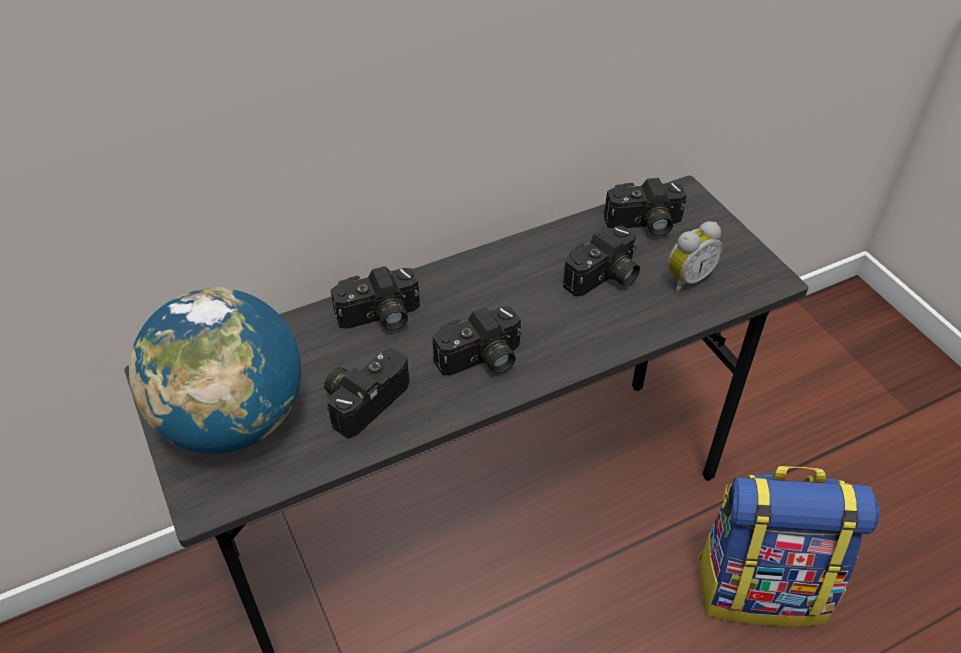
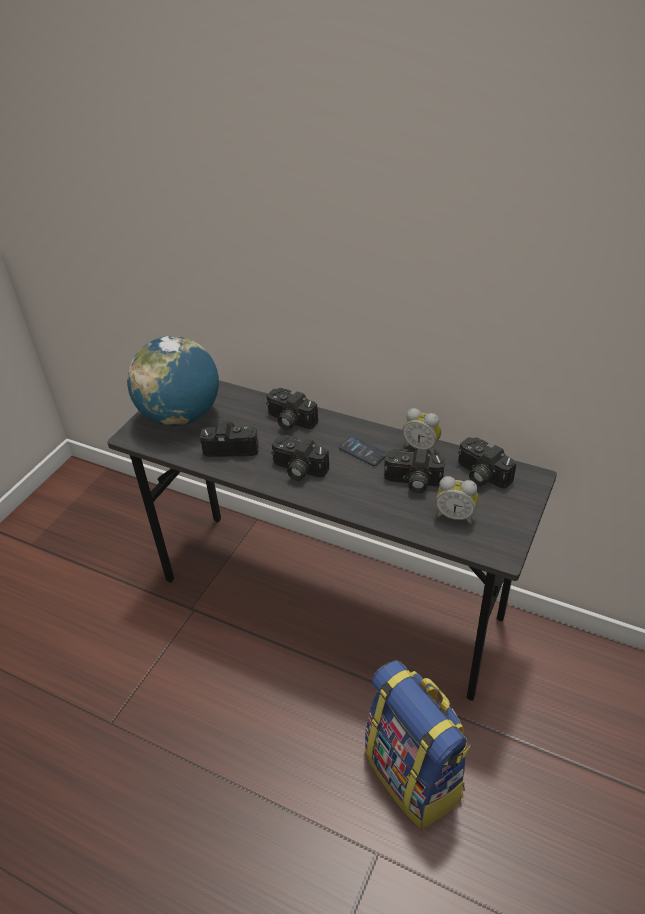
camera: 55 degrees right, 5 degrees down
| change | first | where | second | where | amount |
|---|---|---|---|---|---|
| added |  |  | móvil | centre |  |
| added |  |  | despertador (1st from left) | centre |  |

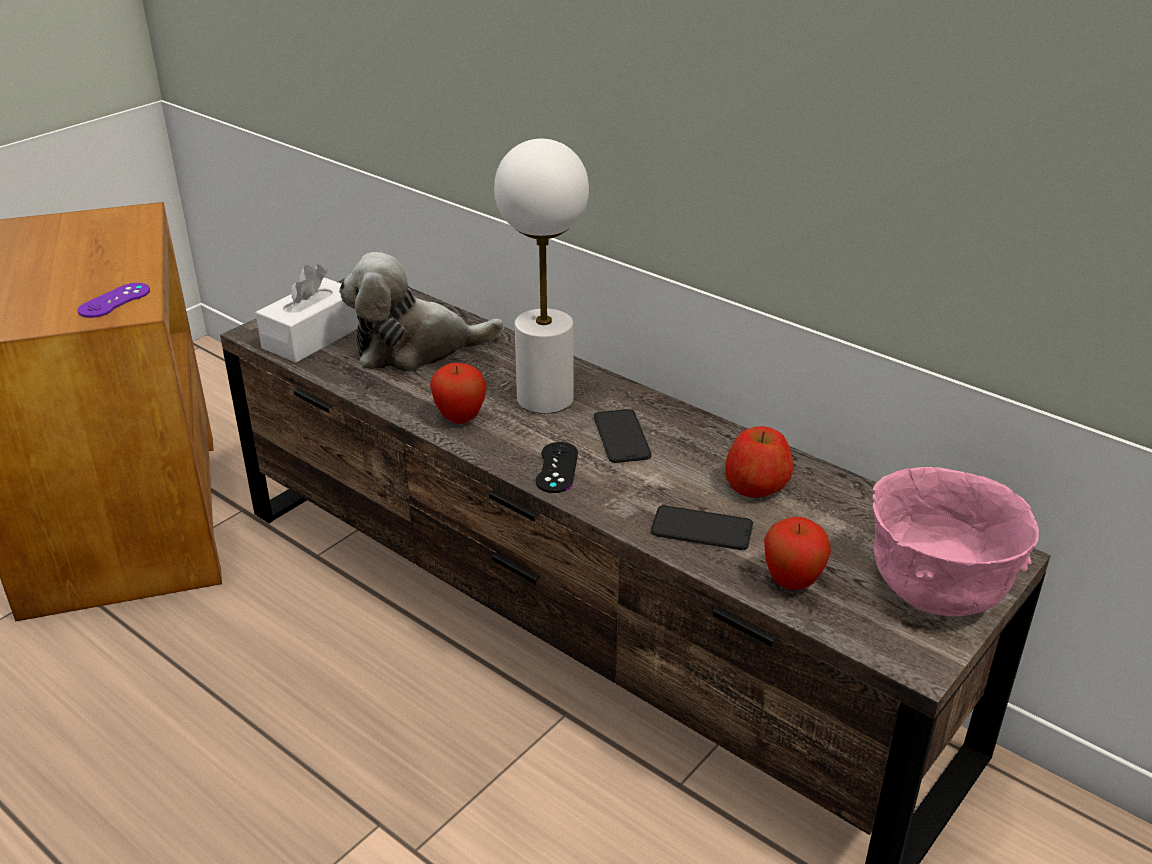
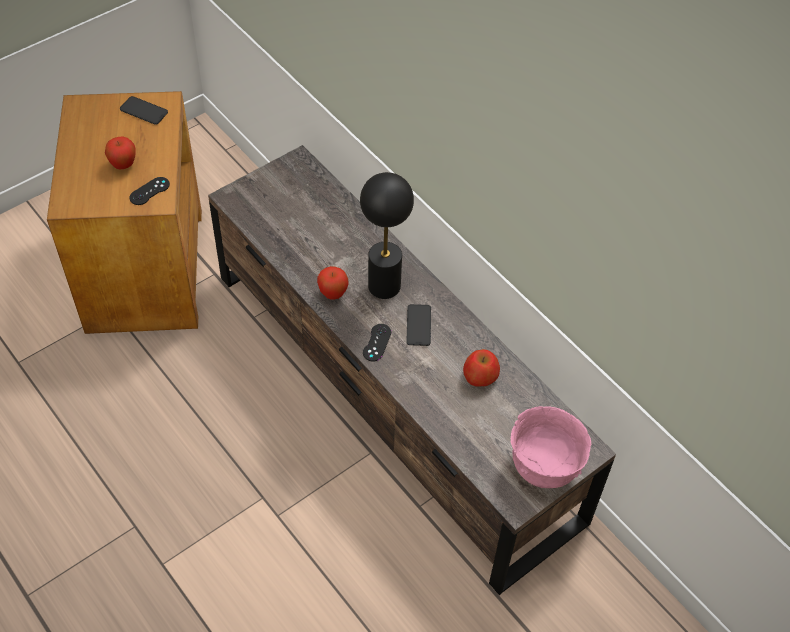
camera: 10 degrees right, 20 degrees up
| change | first | where | second | where | amount |
|---|---|---|---|---|---|
| recoloured | mando de consola (morado) | middle left | mando de consola (negro) (1st from left) | top left |  |
| removed | caja de pañuelos (blanco) | middle left |  |  |  |
| removed | peluche | centre |  |  |  |
| recoloured | lámpara de mesa (blanco) | top centre | lámpara de mesa (negro) | centre |  |
| moved | móvil (2nd from left in the first image) | centre | móvil (1st from left) | top left |  |
| moved | manzana (3rd from left in the first image) | middle right | manzana (1st from left) | top left |  |

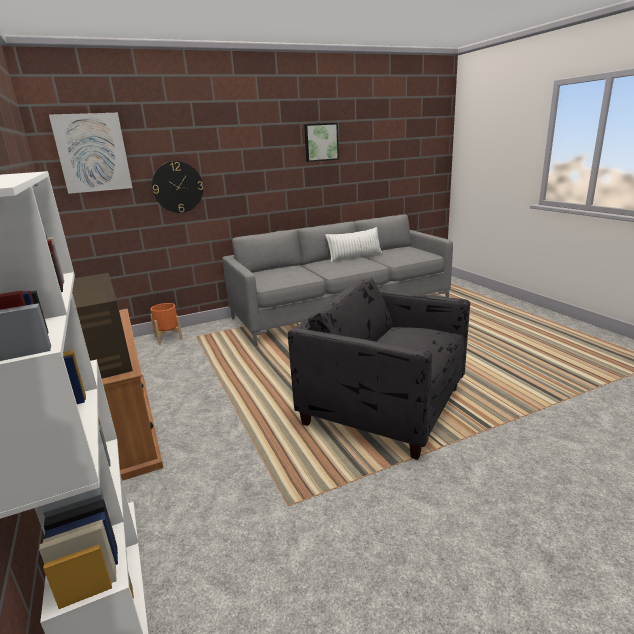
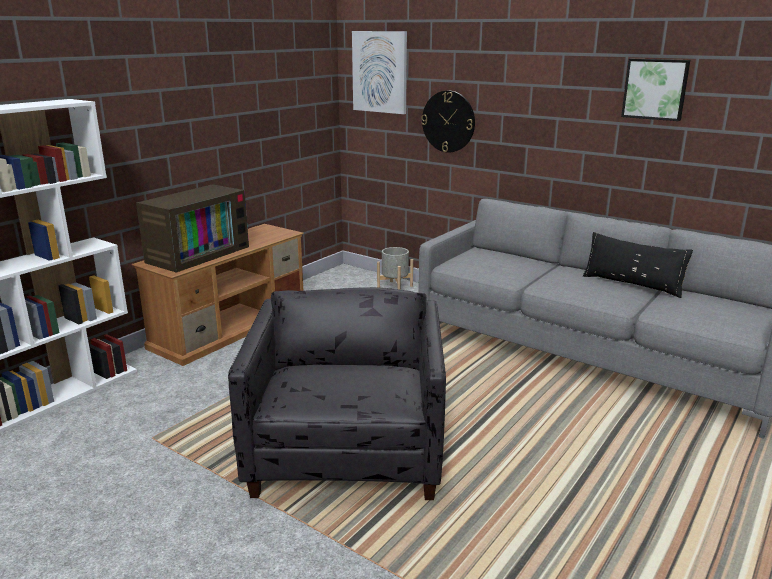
camera: 60 degrees right, 0 degrees up
| change | first | where | second | where | amount |
|---|---|---|---|---|---|
| recoloured | maceta (naranja) | middle left | maceta (gris) | centre |  |
| recoloured | cojín (blanco) | centre | cojín (negro) | middle right |  |

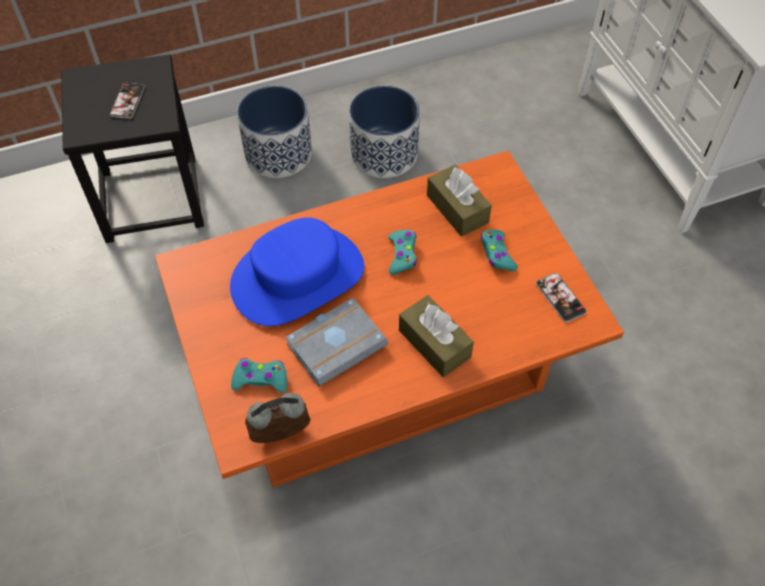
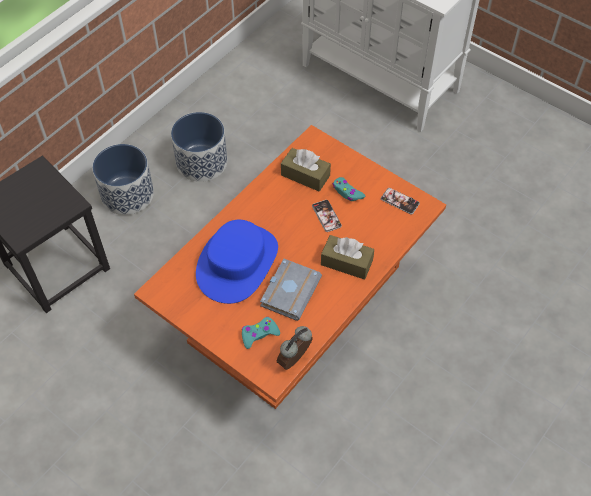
camera: 30 degrees left, 0 degrees up
| change | first | where | second | where | amount |
|---|---|---|---|---|---|
| moved | móvil (1st from left) | top left |  | centre |  |
| removed | mando de consola (turquesa) (2nd from left) | centre |  |  |  |

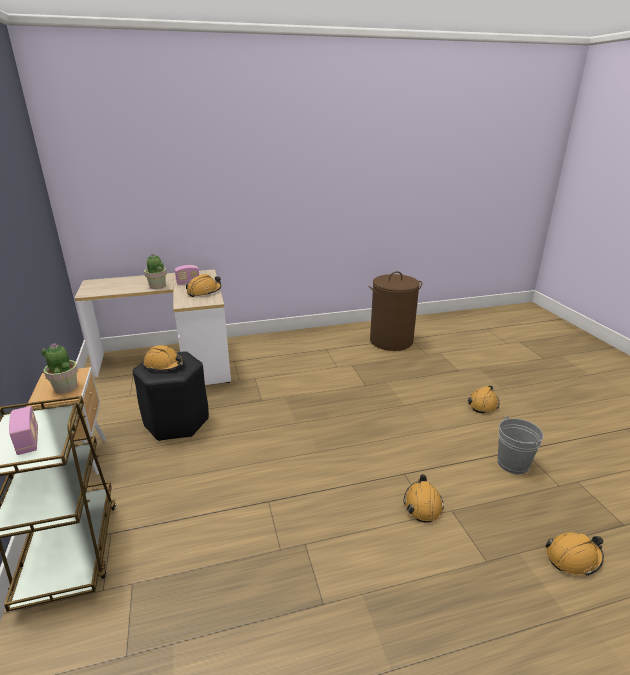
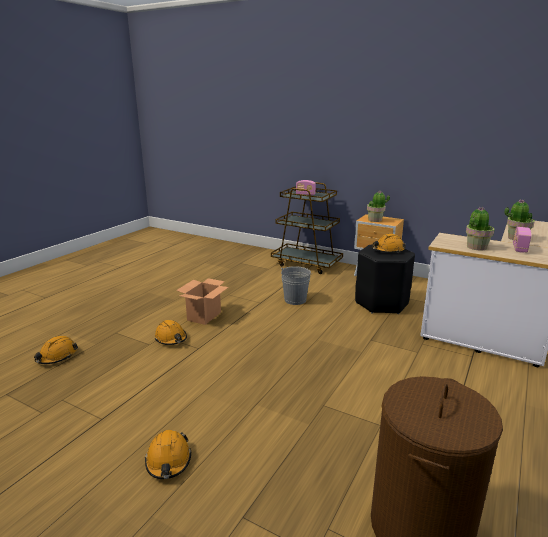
camera: 135 degrees right, 5 degrees down
| change | first | where | second | where | amount |
|---|---|---|---|---|---|
| replaced | casco (naranja) (2nd from left) | middle left | planta en maceta (2nd from left) | middle right |  |
| moved | cubo (gris) | middle right |  | centre |  |
| added |  |  | caja de cartón | centre |  |

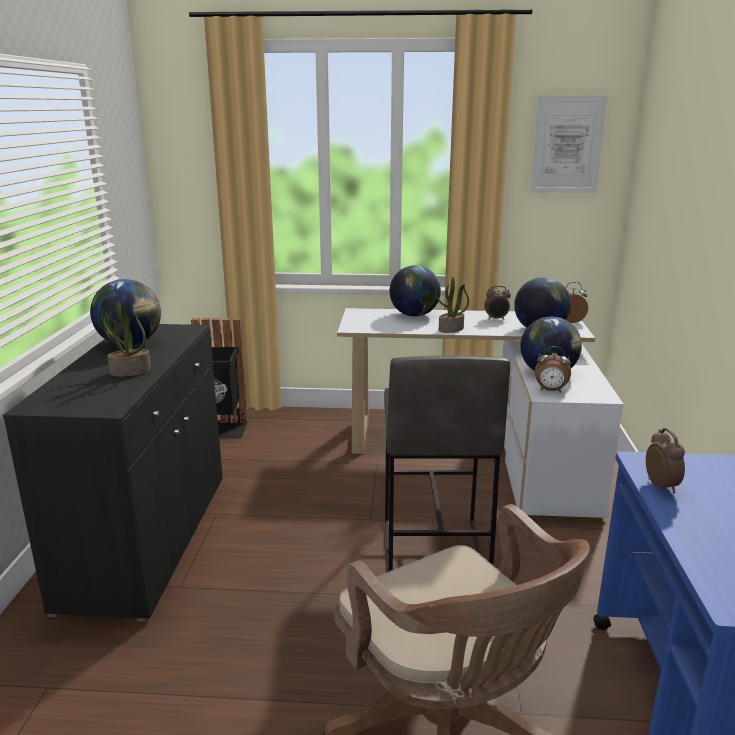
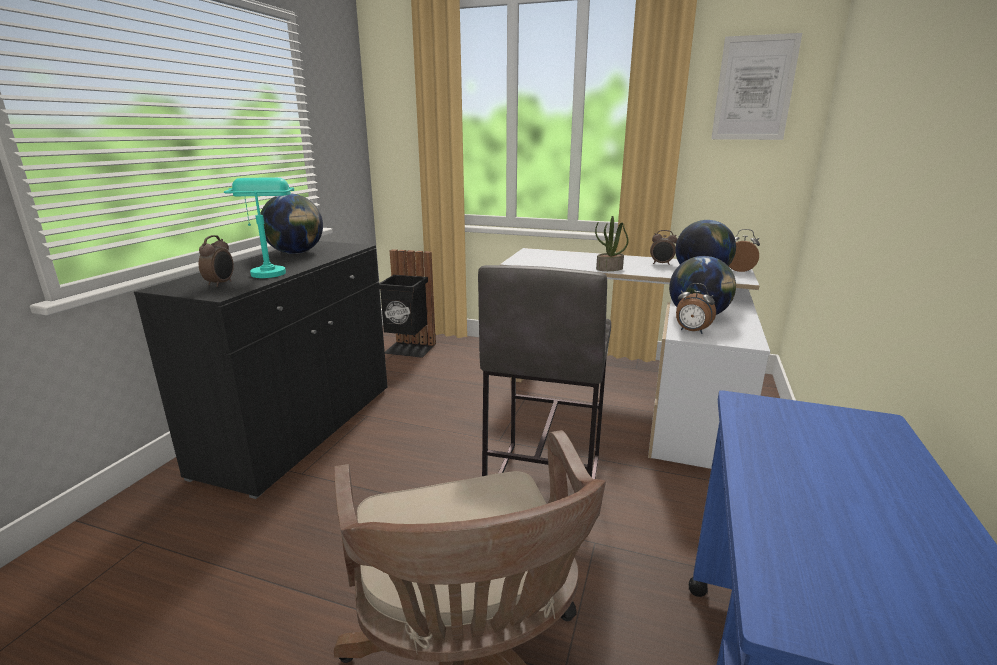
camera: 15 degrees right, 0 degrees up
| change | first | where | second | where | amount |
|---|---|---|---|---|---|
| replaced | planta en maceta (1st from left) | middle left | lámpara de mesa (turquesa) | middle left |  |
| removed | globo terráqueo (2nd from left) | centre |  |  |  |
| moved | despertador (4th from left in the first image) | middle right | despertador (1st from left) | middle left |  |

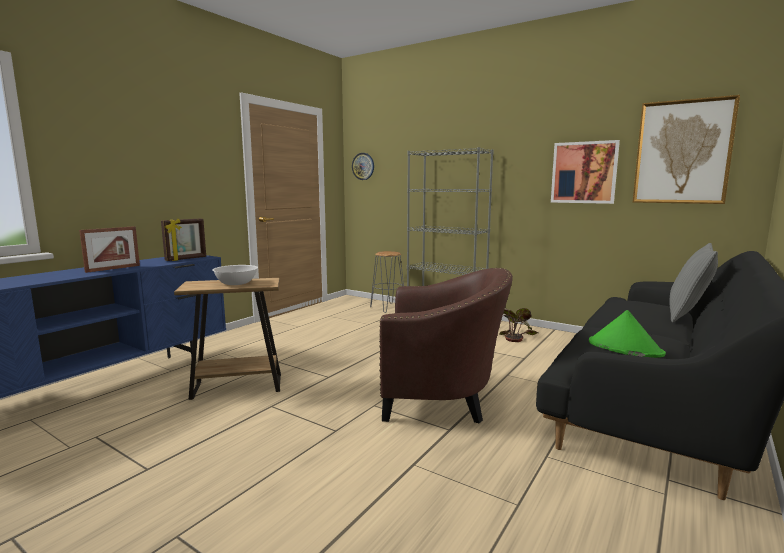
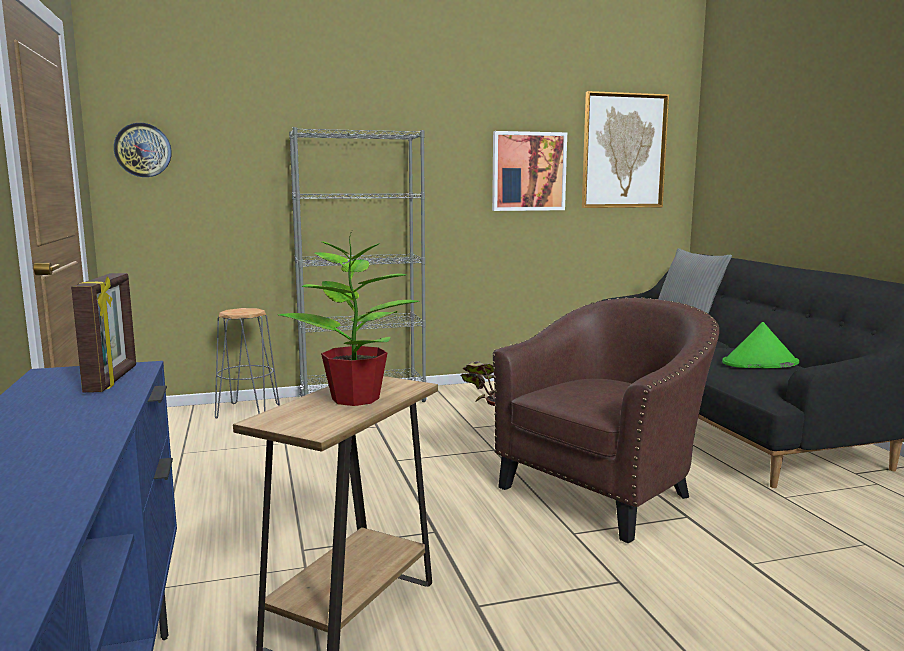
camera: 50 degrees left, 0 degrees up
| change | first | where | second | where | amount |
|---|---|---|---|---|---|
| removed | portarretratos (1st from left) | middle left |  |  |  |
| replaced | cuenco (blanco) | middle left | planta en maceta (1st from left) | centre |  |

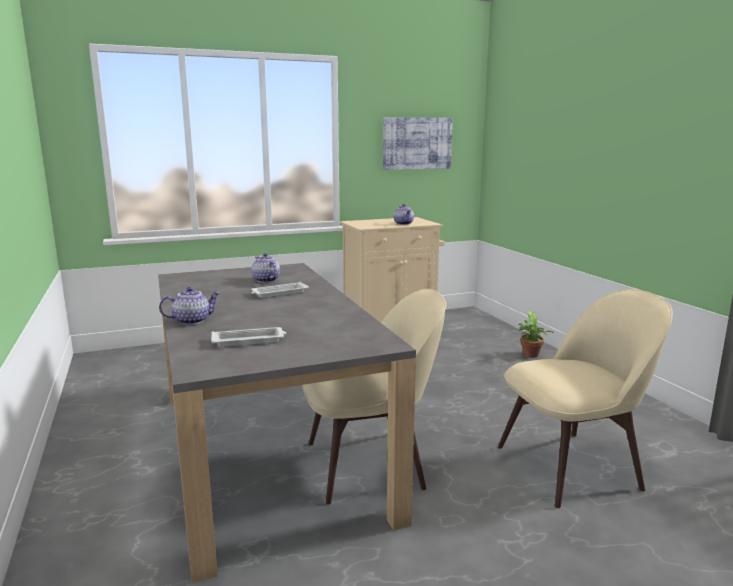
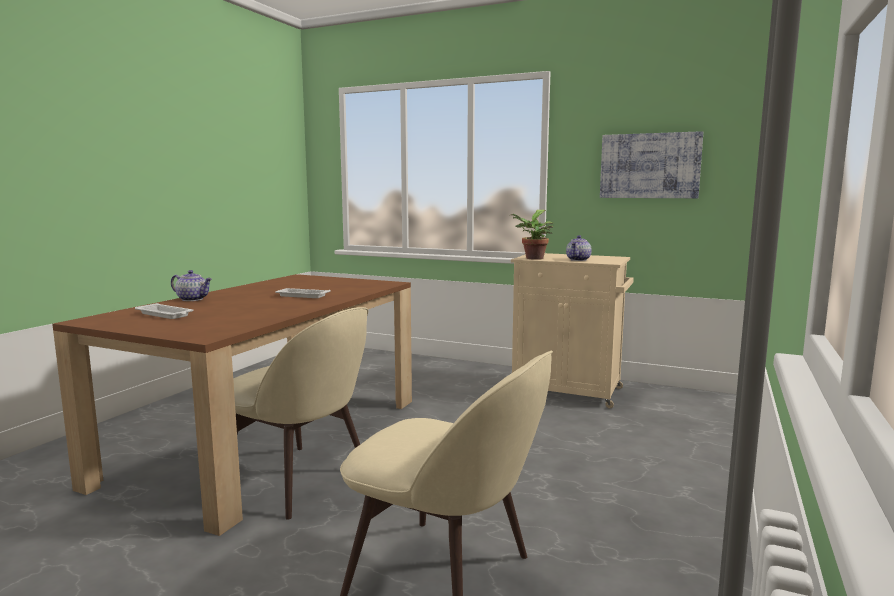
camera: 45 degrees right, 5 degrees down
| change | first | where | second | where | amount |
|---|---|---|---|---|---|
| recoloured | mesa de comedor (gris) | bottom centre | mesa de comedor (marrón) | bottom left |  |
| removed | tetera (2nd from left) | centre |  |  |  |
| moved | planta en maceta | middle right |  | centre |  |

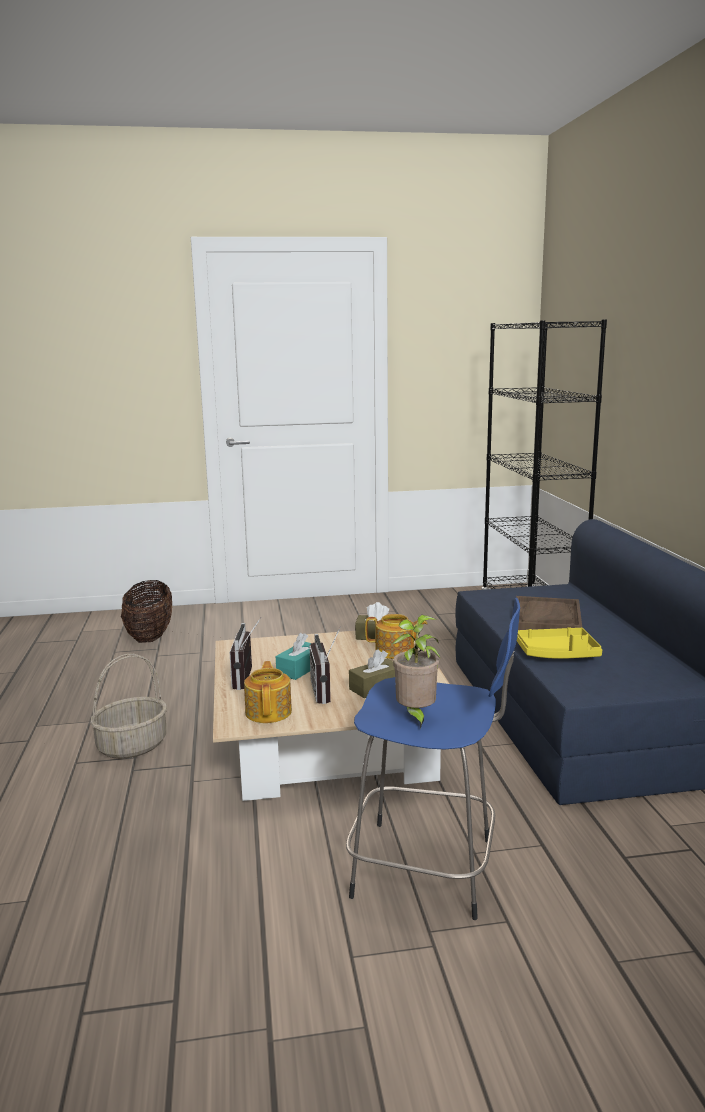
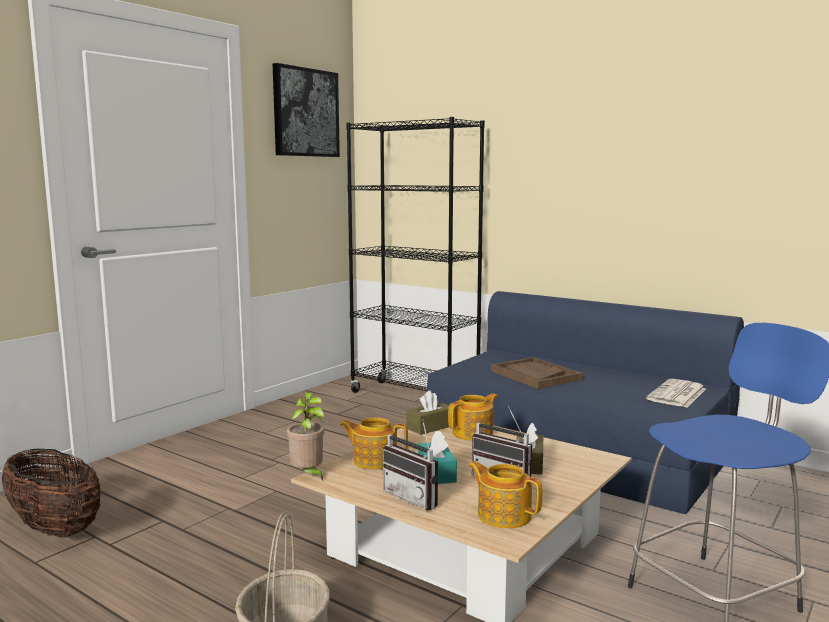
camera: 45 degrees left, 5 degrees down
| change | first | where | second | where | amount |
|---|---|---|---|---|---|
| moved | planta en maceta | centre |  | bottom centre |  |
| removed | bandeja (amarillo) | middle right |  |  |  |
| added |  |  | cuadro | top centre |  |
| added |  |  | tetera (1st from left) | bottom centre |  |
| added |  |  | periódico | middle right |  |

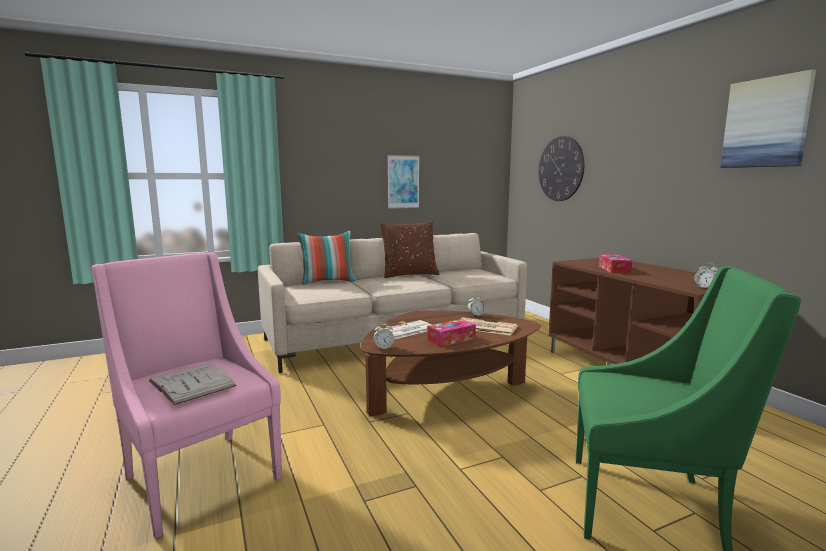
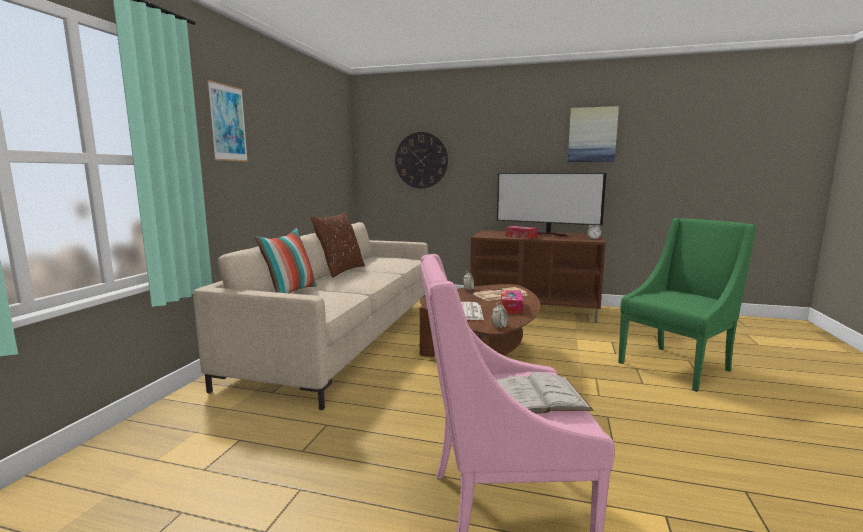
camera: 50 degrees left, 0 degrees up
| change | first | where | second | where | amount |
|---|---|---|---|---|---|
| moved | cuadro (1st from left) | top centre |  | top left |  |
| added |  |  | televisor | centre |  |

